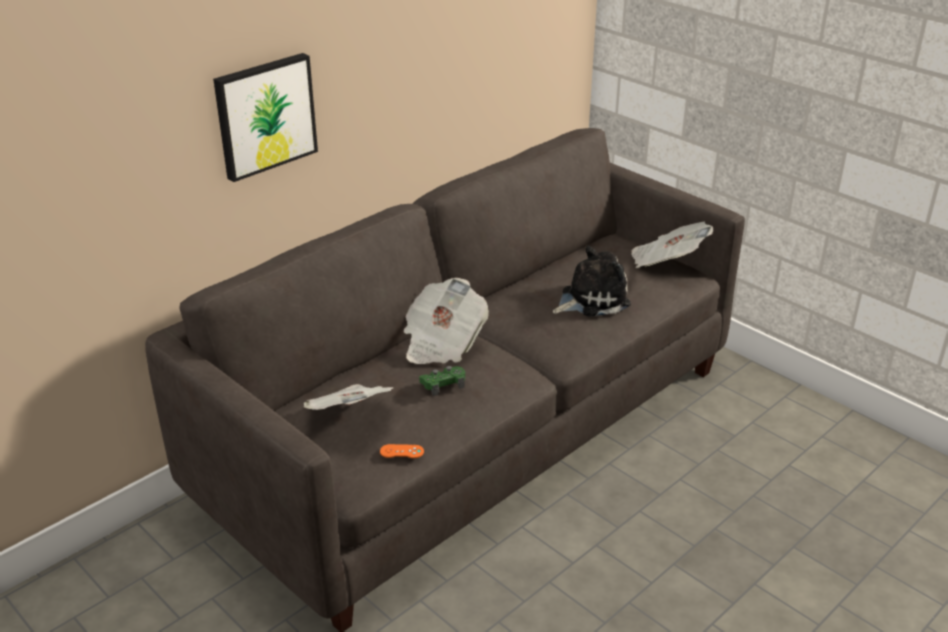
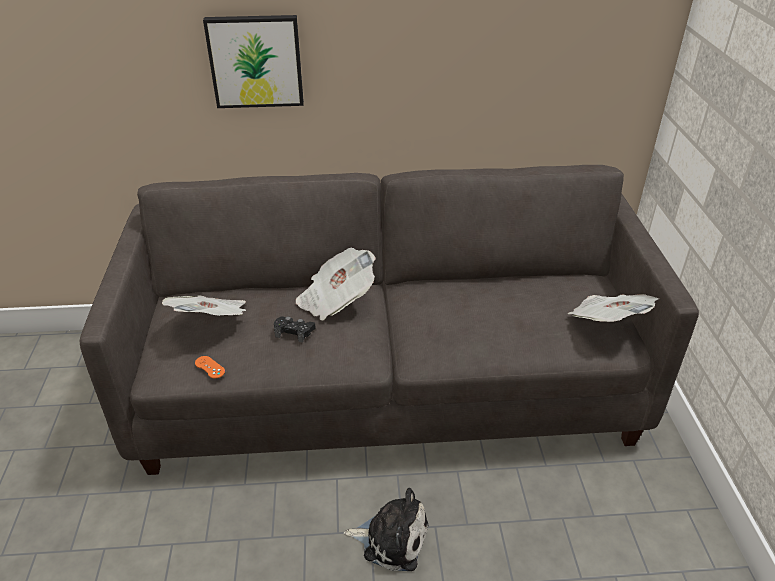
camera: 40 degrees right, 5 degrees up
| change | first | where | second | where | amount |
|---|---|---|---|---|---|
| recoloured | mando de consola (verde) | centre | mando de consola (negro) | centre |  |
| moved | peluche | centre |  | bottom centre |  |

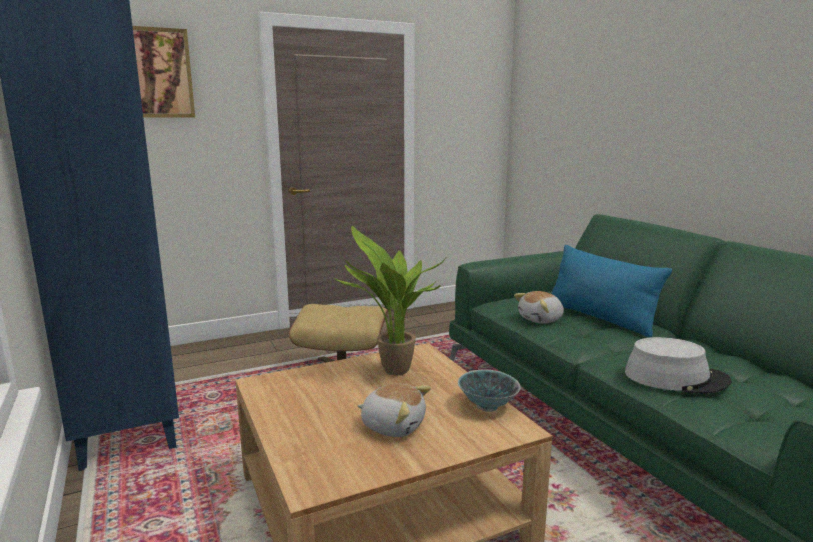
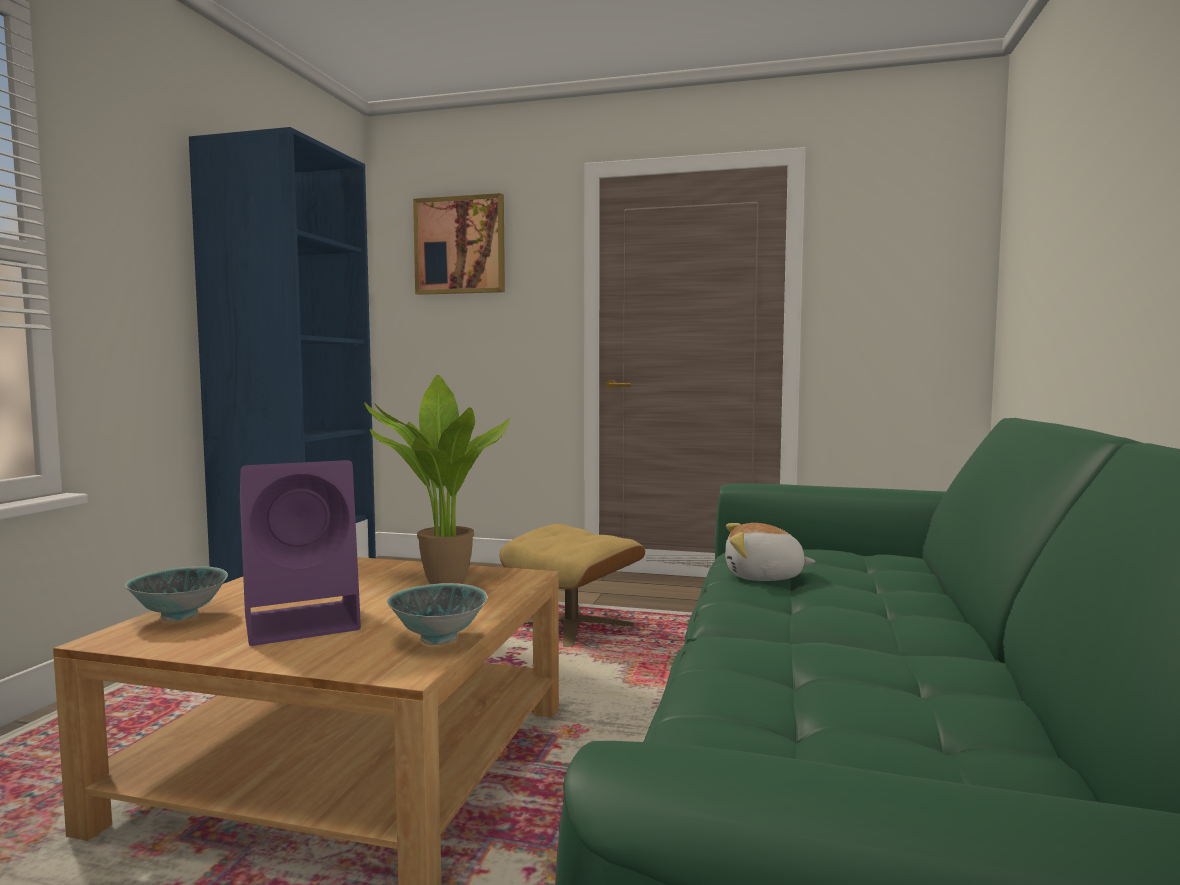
camera: 40 degrees right, 10 degrees down
| change | first | where | second | where | amount |
|---|---|---|---|---|---|
| replaced | peluche (1st from left) | bottom centre | altavoz (morado) | middle left |  |
| removed | cojín (azul) | middle right |  |  |  |
| removed | sombrero (gris) | bottom right |  |  |  |
| added |  |  | cuenco (1st from left) | bottom left |  |

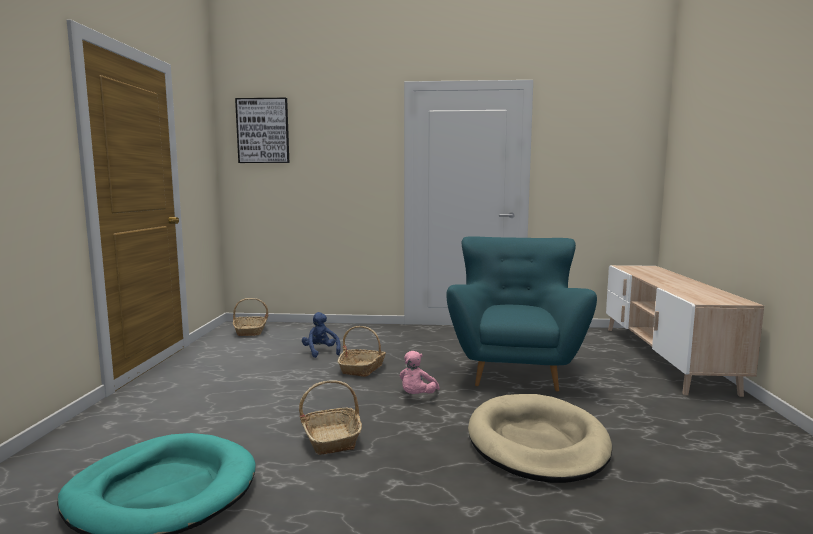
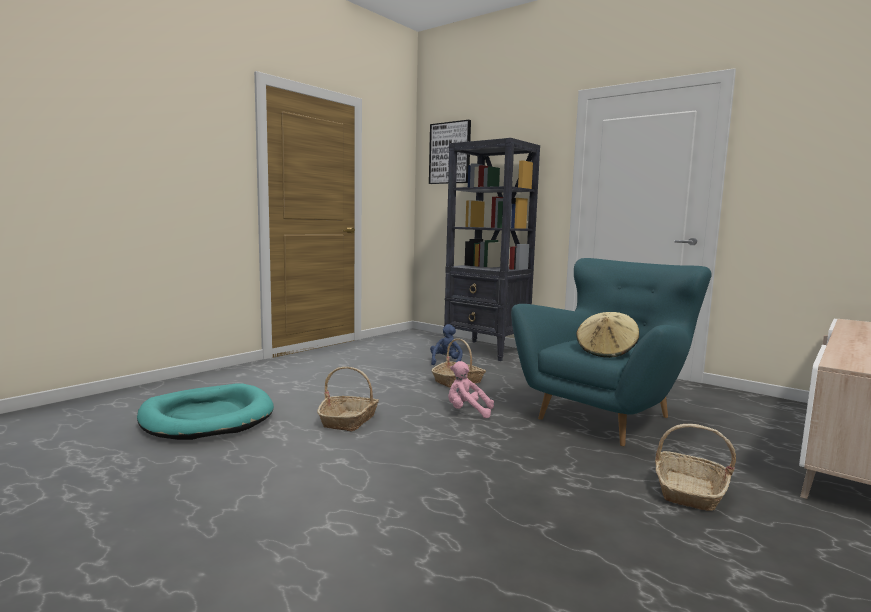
camera: 35 degrees right, 0 degrees up
| change | first | where | second | where | amount |
|---|---|---|---|---|---|
| moved | cesta (1st from left in the first image) | middle left | cesta (3rd from left) | bottom right |  |
| turned | peluche (rosa) | bottom centre |  | centre | 45 degrees clockwise |
| removed | cama para perro (beis) | bottom centre |  |  |  |
| added |  |  | estantería (negro) | centre |  |
| added |  |  | sombrero (beis) | middle right |  |

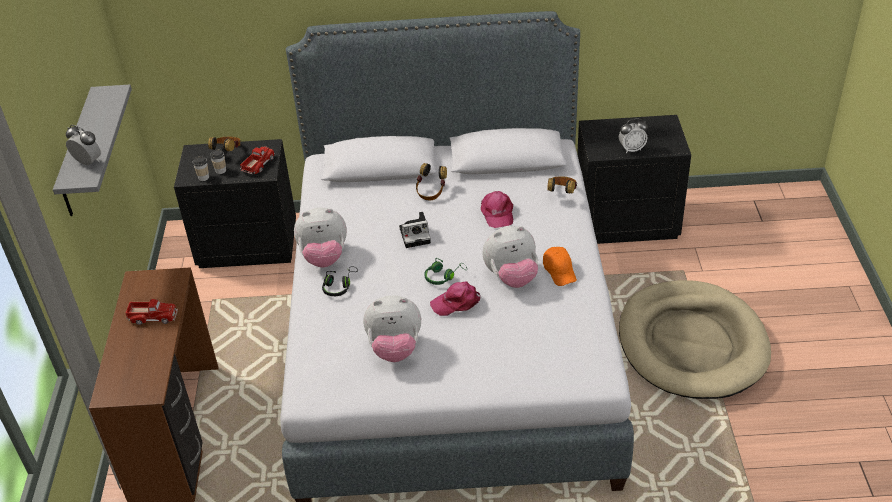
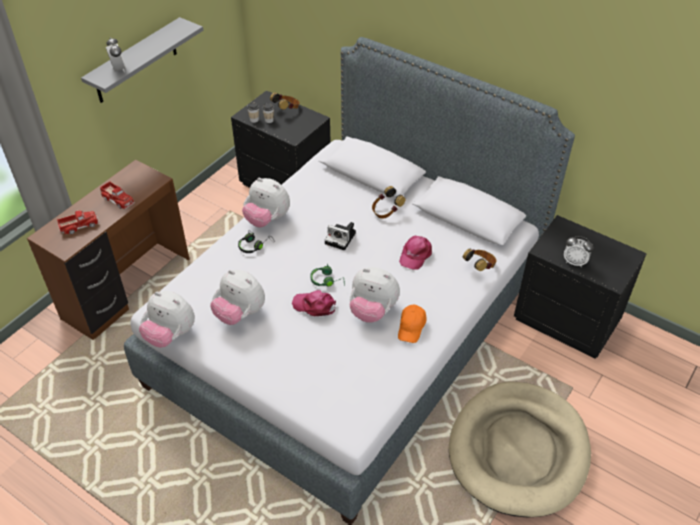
camera: 35 degrees right, 5 degrees up
| change | first | where | second | where | amount |
|---|---|---|---|---|---|
| moved | camión de juguete (2nd from left in the first image) | top left | camión de juguete (1st from left) | middle left |  |
| added |  |  | peluche (1st from left) | middle left |  |

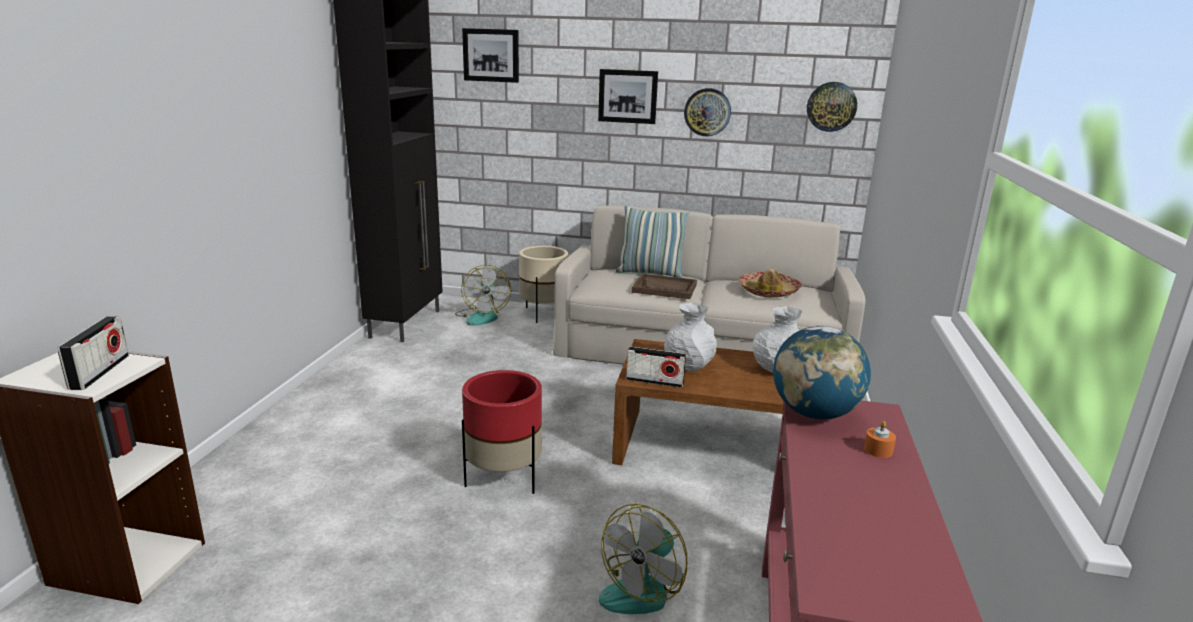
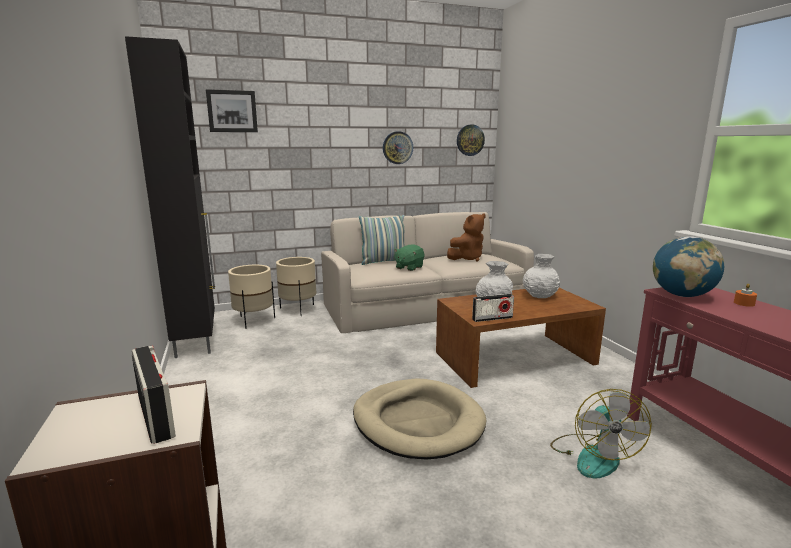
camera: 30 degrees left, 5 degrees down
| change | first | where | second | where | amount |
|---|---|---|---|---|---|
| replaced | ventilador (1st from left) | centre | maceta (beis) (1st from left) | middle left |  |
| replaced | maceta (rojo) | bottom centre | cama para perro (beis) | bottom centre |  |
| removed | cuadro (2nd from left) | top centre |  |  |  |
| replaced | bandeja (marrón) | centre | peluche (verde) | centre |  |
| replaced | sombrero | centre | peluche (marrón) | centre |  |

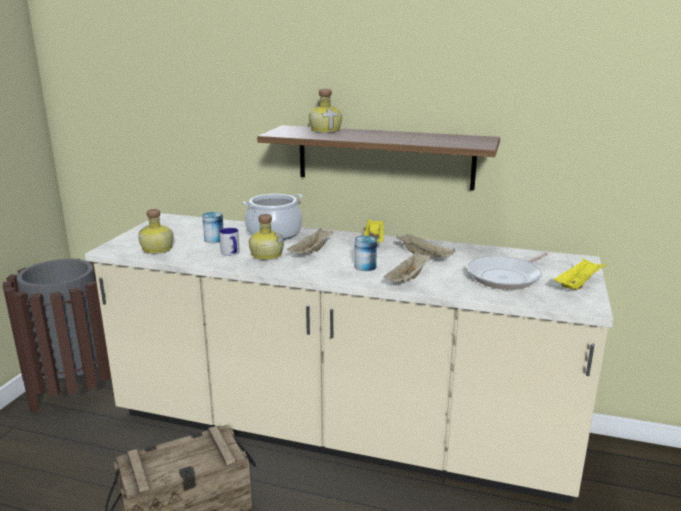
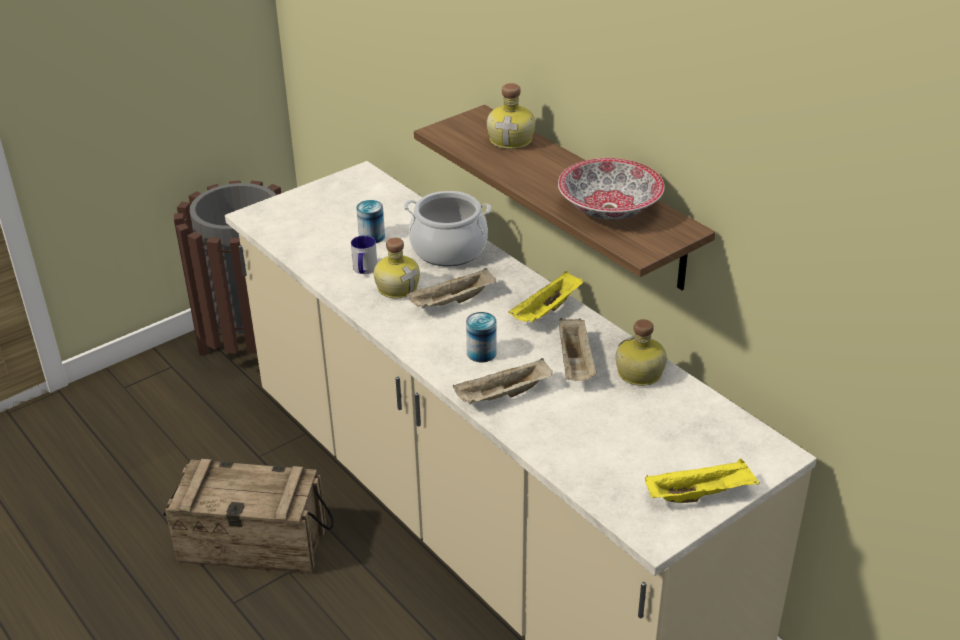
camera: 35 degrees right, 15 degrees up
| change | first | where | second | where | amount |
|---|---|---|---|---|---|
| moved | botella (1st from left in the first image) | middle left | botella (3rd from left) | middle right |  |
| removed | sartén | middle right |  |  |  |
| added |  |  | cuenco | top centre |  |

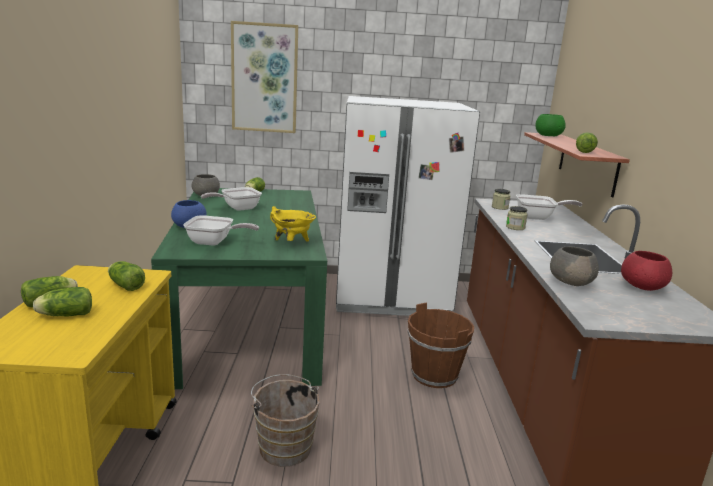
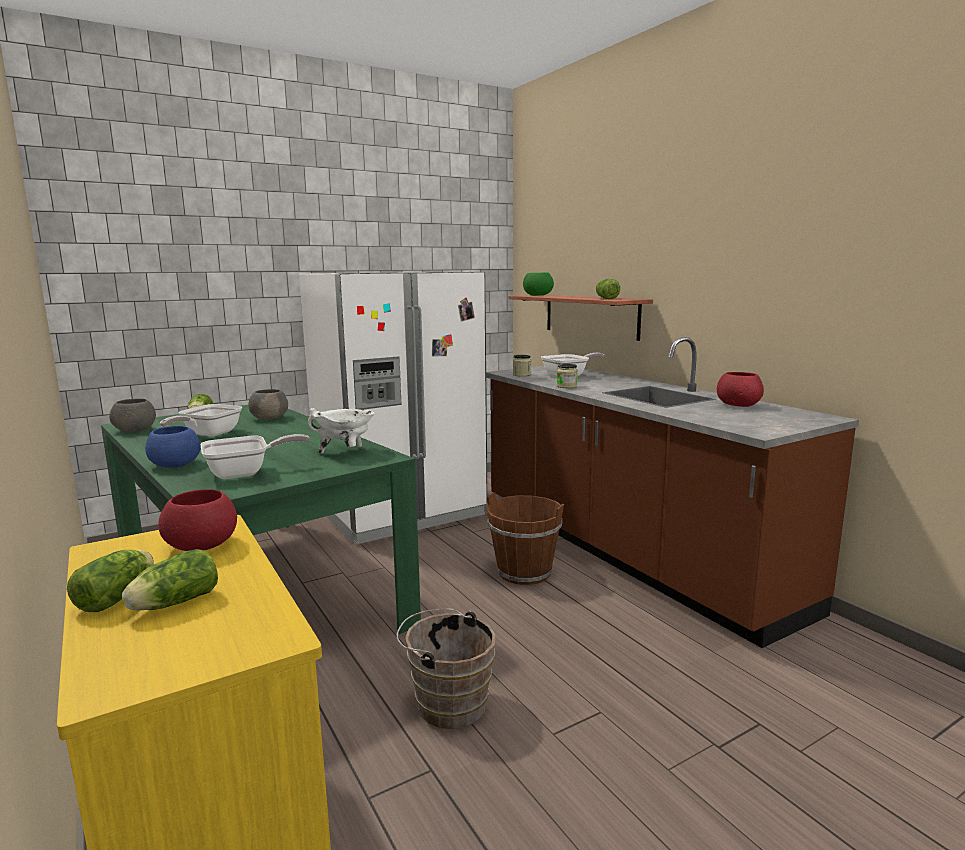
camera: 30 degrees left, 5 degrees down
| change | first | where | second | where | amount |
|---|---|---|---|---|---|
| replaced | lechuga (3rd from left) | middle left | cuenco (rojo) (1st from left) | middle left |  |
| removed | cuadro | top centre |  |  |  |
| recoloured | olla (amarillo) | centre | olla (blanco) | centre |  |
| moved | cuenco (gris) (2nd from left) | middle right |  | middle left |  |

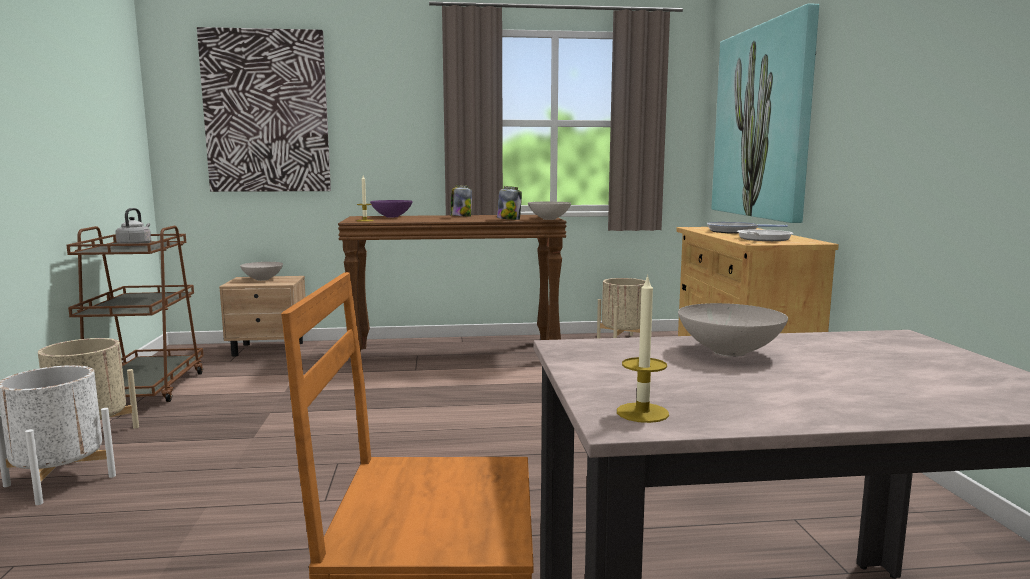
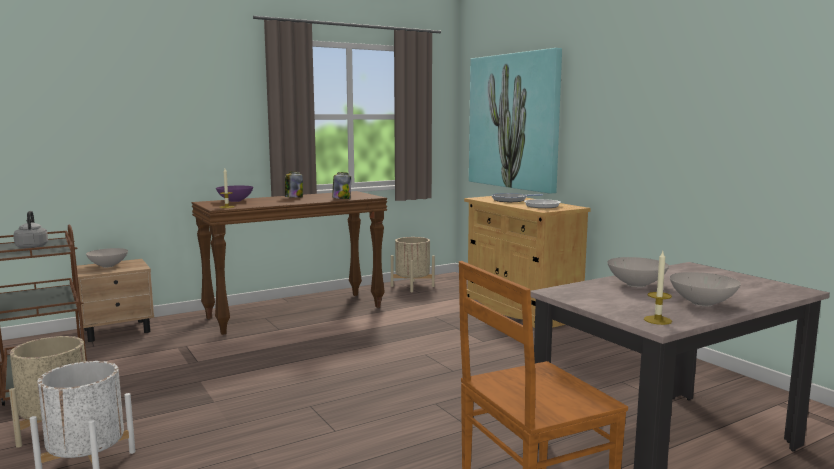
camera: 25 degrees left, 0 degrees up
| change | first | where | second | where | amount |
|---|---|---|---|---|---|
| removed | cuadro (1st from left) | top left |  |  |  |
| moved | cuenco (blanco) (2nd from left in the first image) | centre | cuenco (blanco) (3rd from left) | middle right |  |

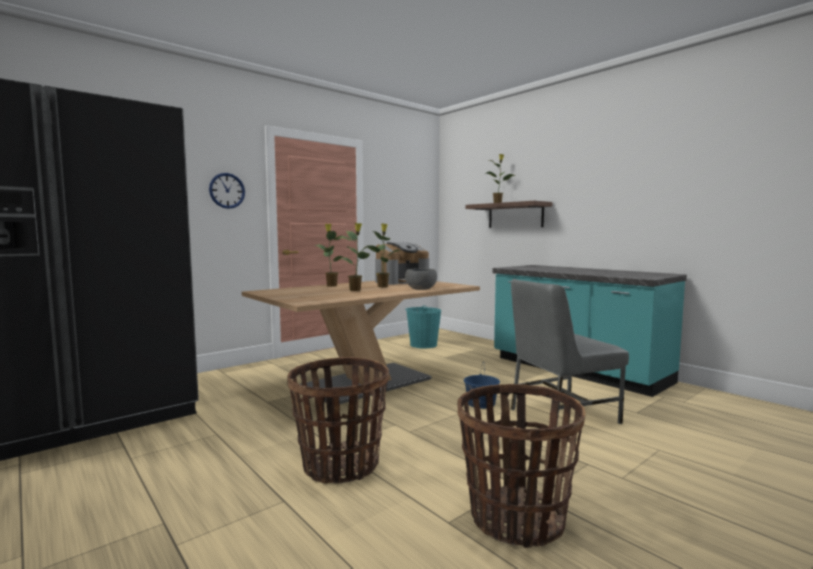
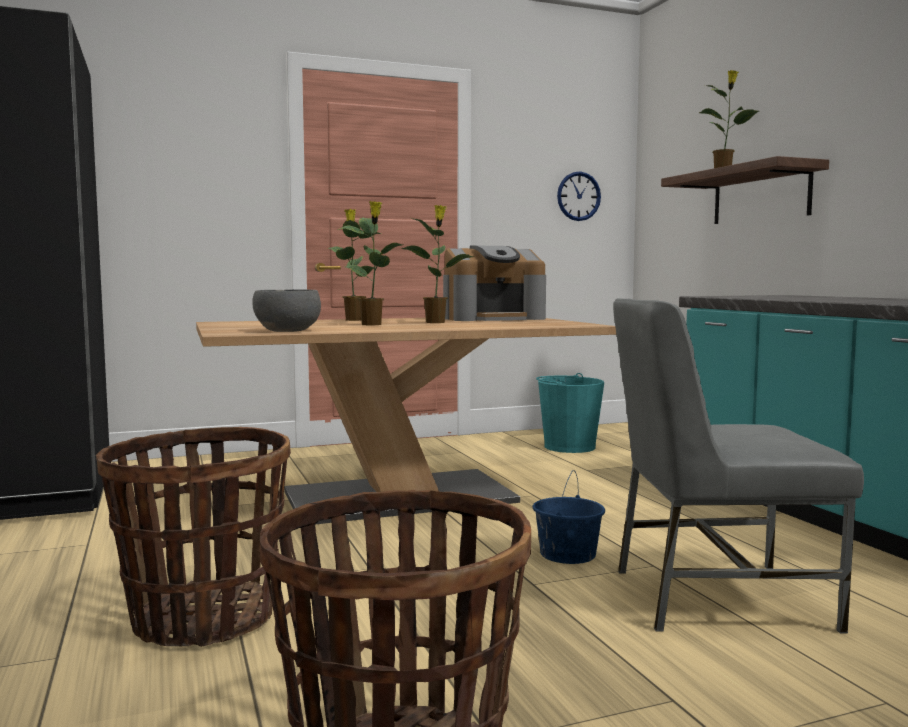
camera: 20 degrees right, 0 degrees up
| change | first | where | second | where | amount |
|---|---|---|---|---|---|
| moved | reloj de pared | middle left |  | top centre |  |
| moved | cuenco (gris) | centre |  | middle left |  |

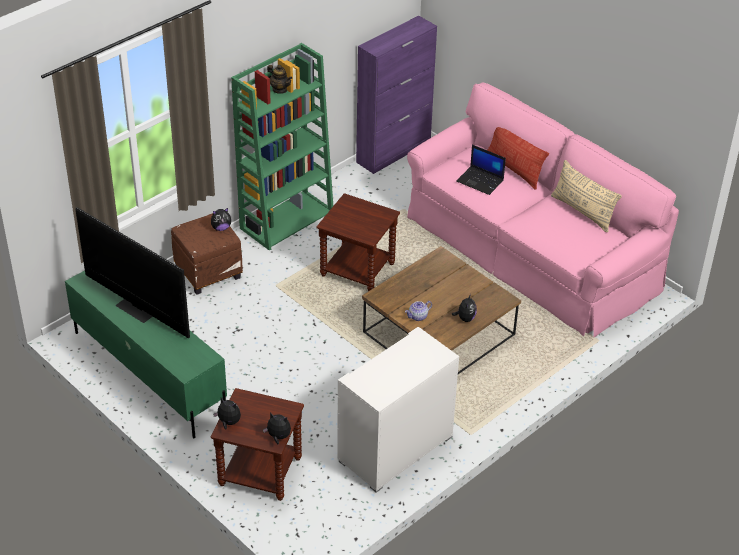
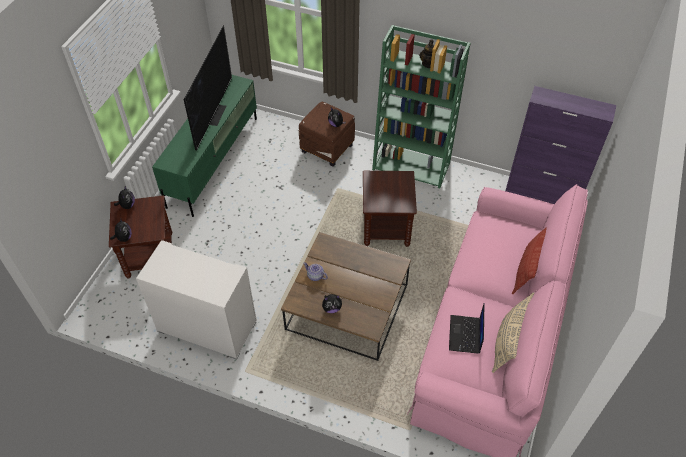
camera: 65 degrees right, 10 degrees up
| change | first | where | second | where | amount |
|---|---|---|---|---|---|
| moved | portátil | top centre |  | bottom right |  |

